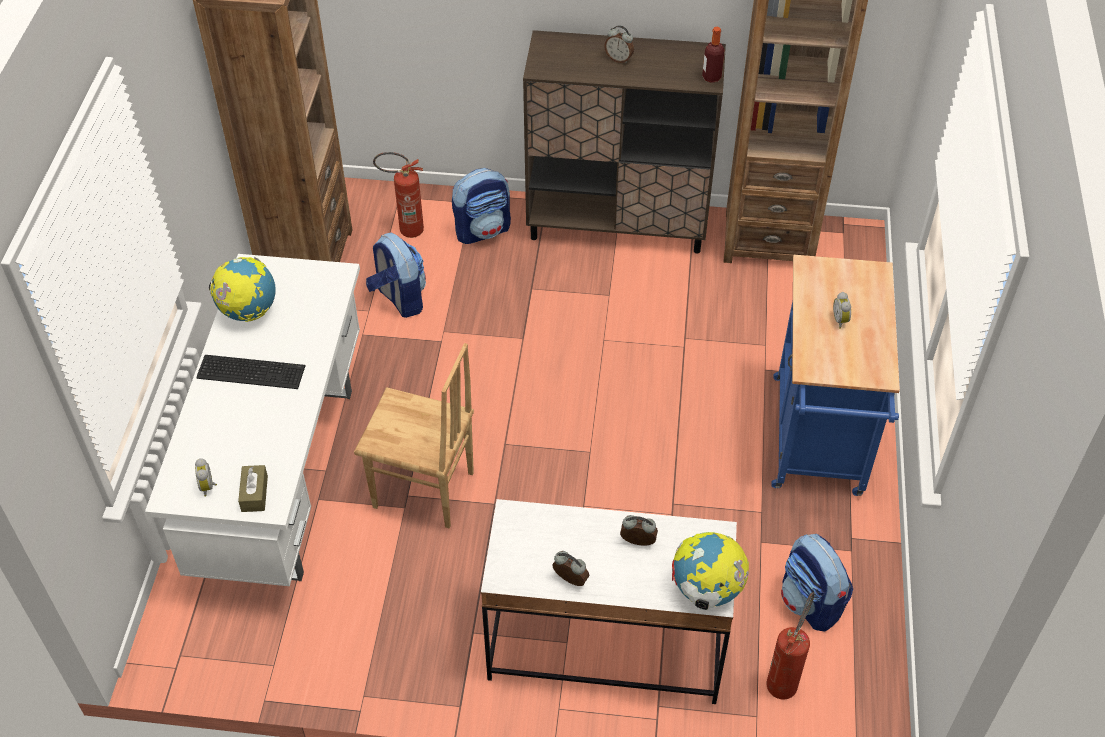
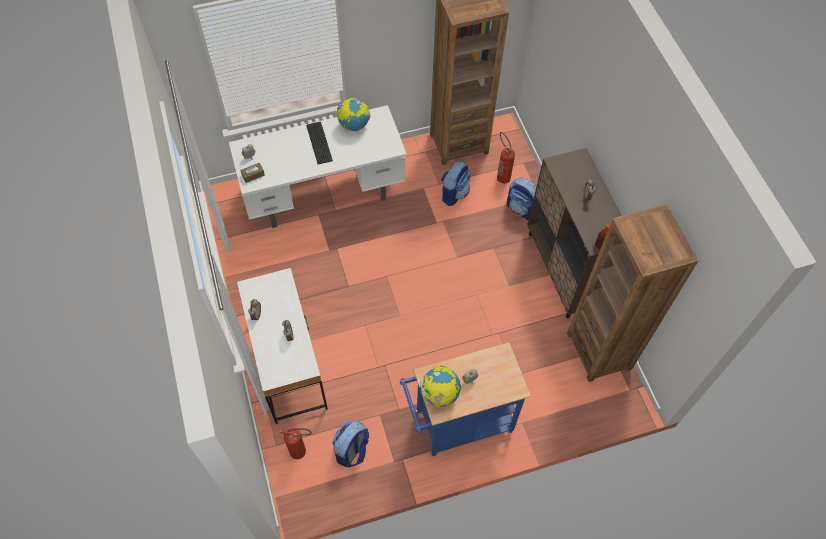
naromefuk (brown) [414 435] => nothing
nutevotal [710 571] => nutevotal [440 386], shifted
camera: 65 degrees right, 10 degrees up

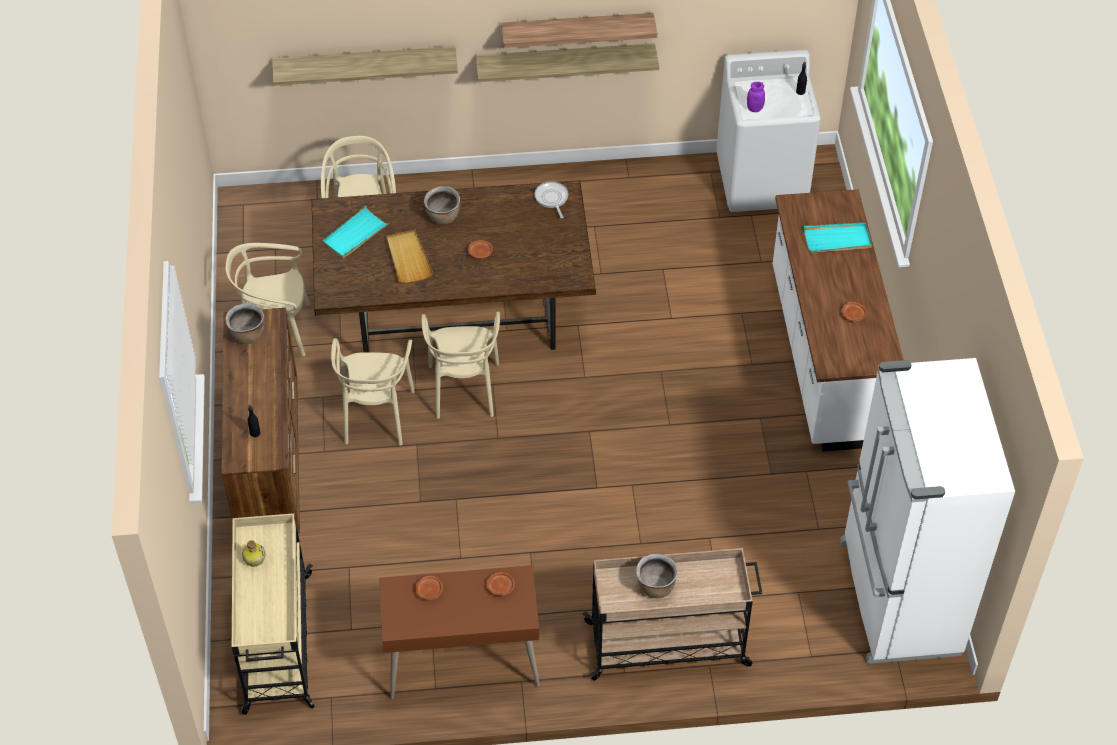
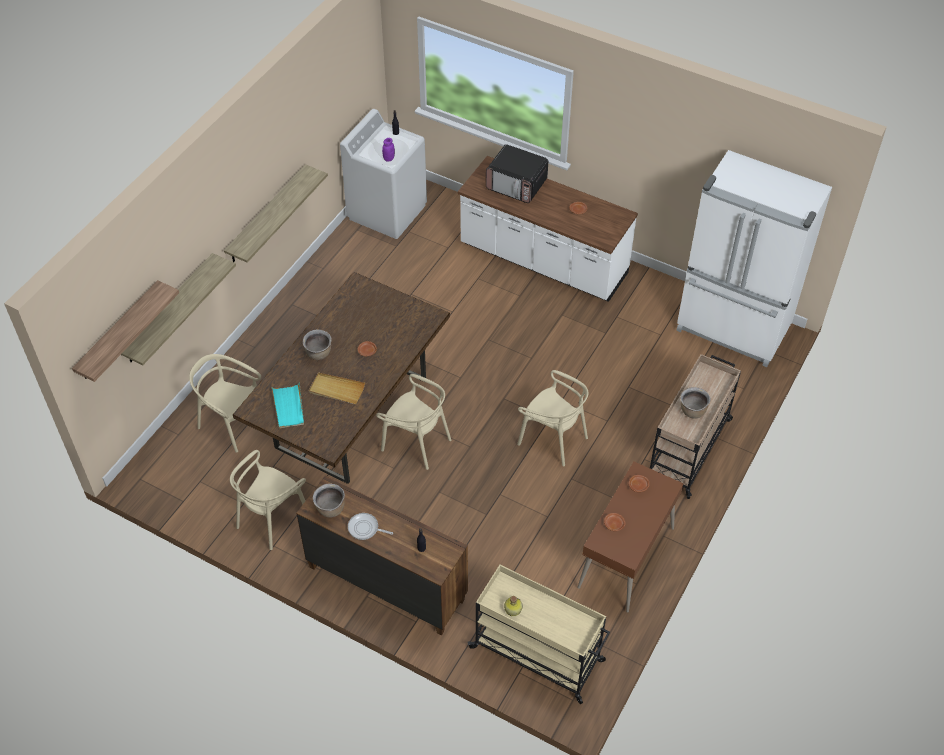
naromefuk (beige) [373 392] => naromefuk (beige) [552 418], shifted
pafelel [579 30] => pafelel [125 331], shifted
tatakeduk [551 200] => tatakeduk [370 526], shifted
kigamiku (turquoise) [838 237] => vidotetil [517 173]
camera: 55 degrees left, 0 degrees up

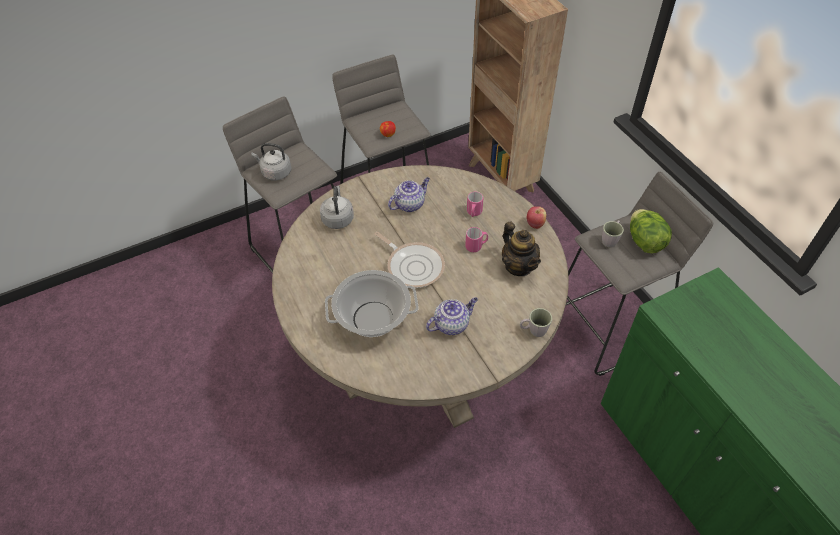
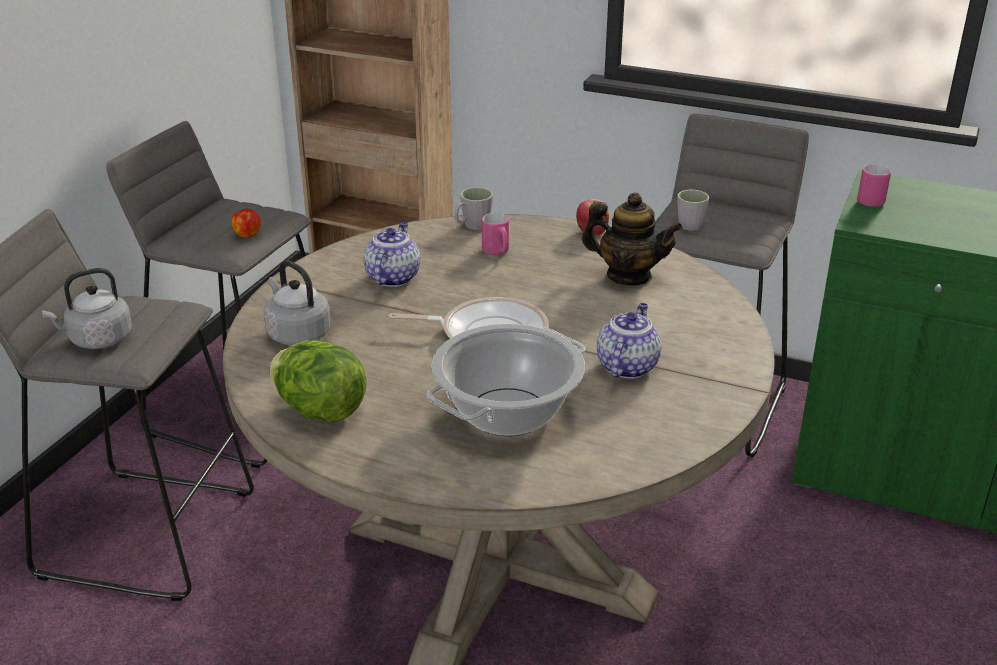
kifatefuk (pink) [476 239] => kifatefuk (pink) [874 186], shifted
kifatefuk (grey) [536 322] => kifatefuk (grey) [473 208], shifted
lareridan [651 231] => lareridan [318 381], shifted
camera: 40 degrees left, 20 degrees down

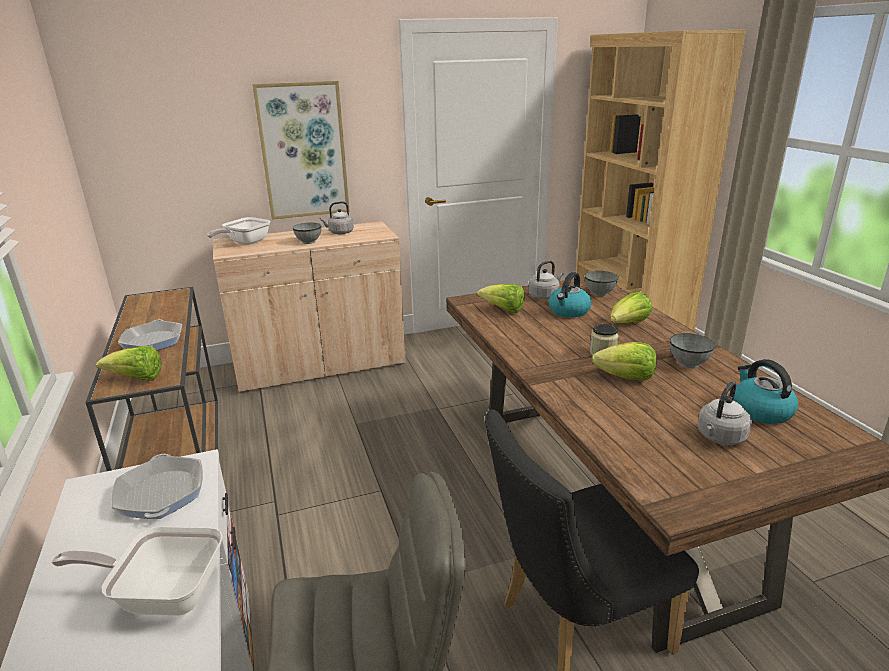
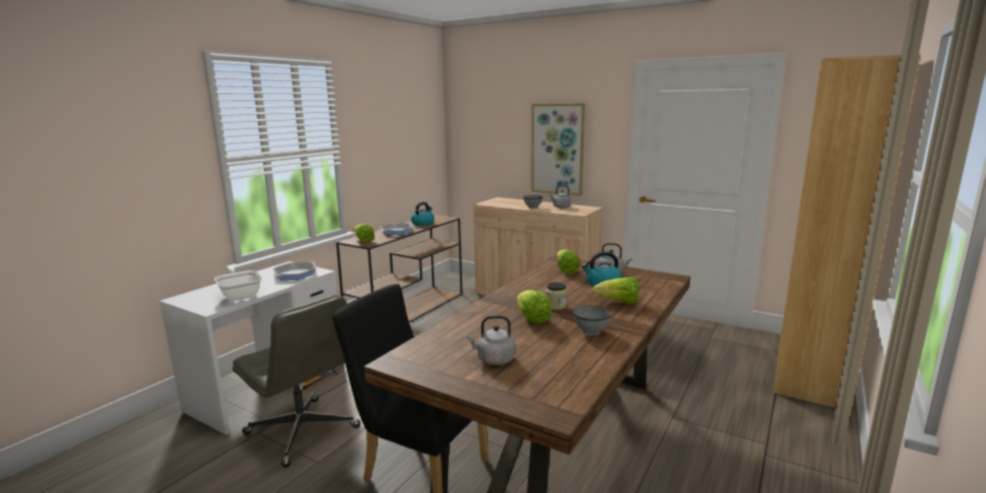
tatakeduk [238 231] => nothing
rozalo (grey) [601 283] => nothing
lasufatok [765 391] => lasufatok [422 214], shifted
camera: 50 degrees right, 10 degrees down

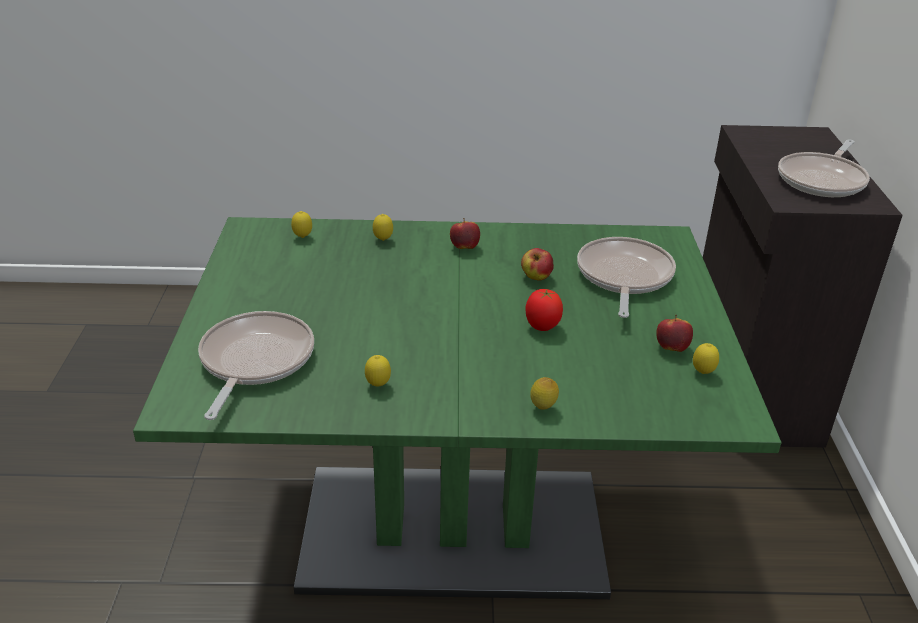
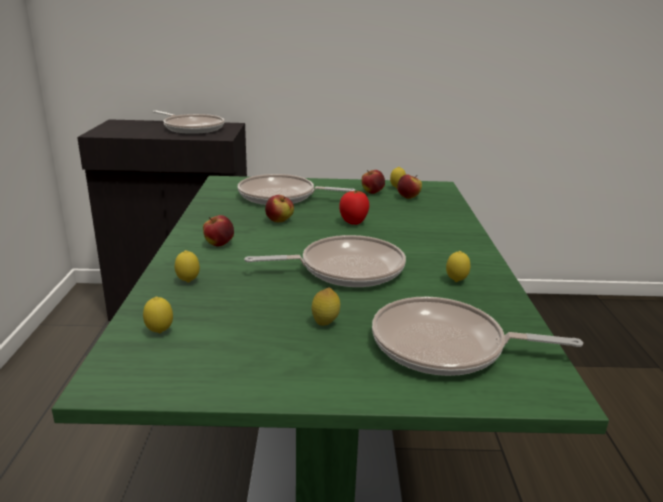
nothing => tatakeduk [325 261]
nothing => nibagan [409 186]
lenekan [544 393] => lenekan [326 306], shifted
camera: 90 degrees left, 10 degrees down

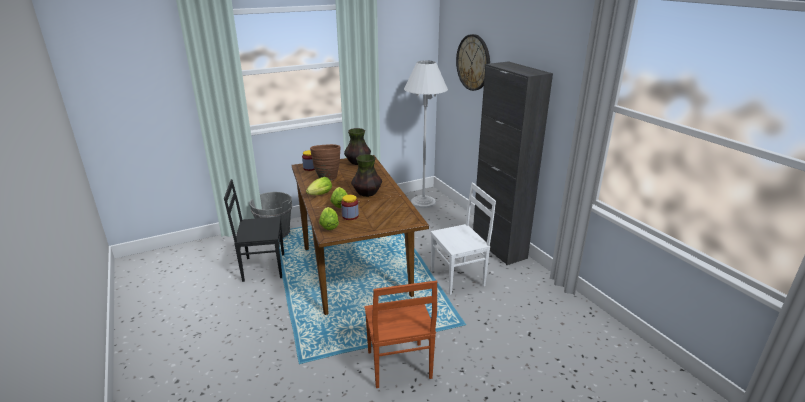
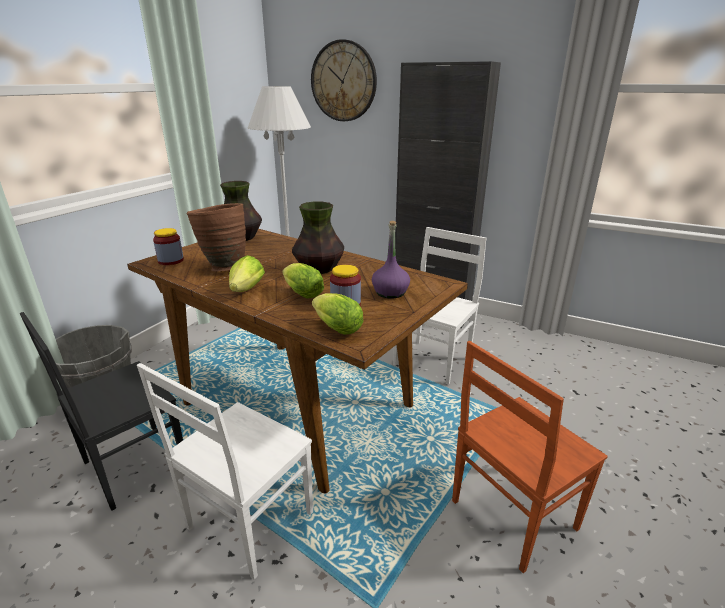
nothing => naromefuk (white) [225 471]
nothing => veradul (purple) [391 260]
naromefuk (brown) [400 334] => naromefuk (brown) [530 457], 105 degrees clockwise
camera: 35 degrees left, 0 degrees up

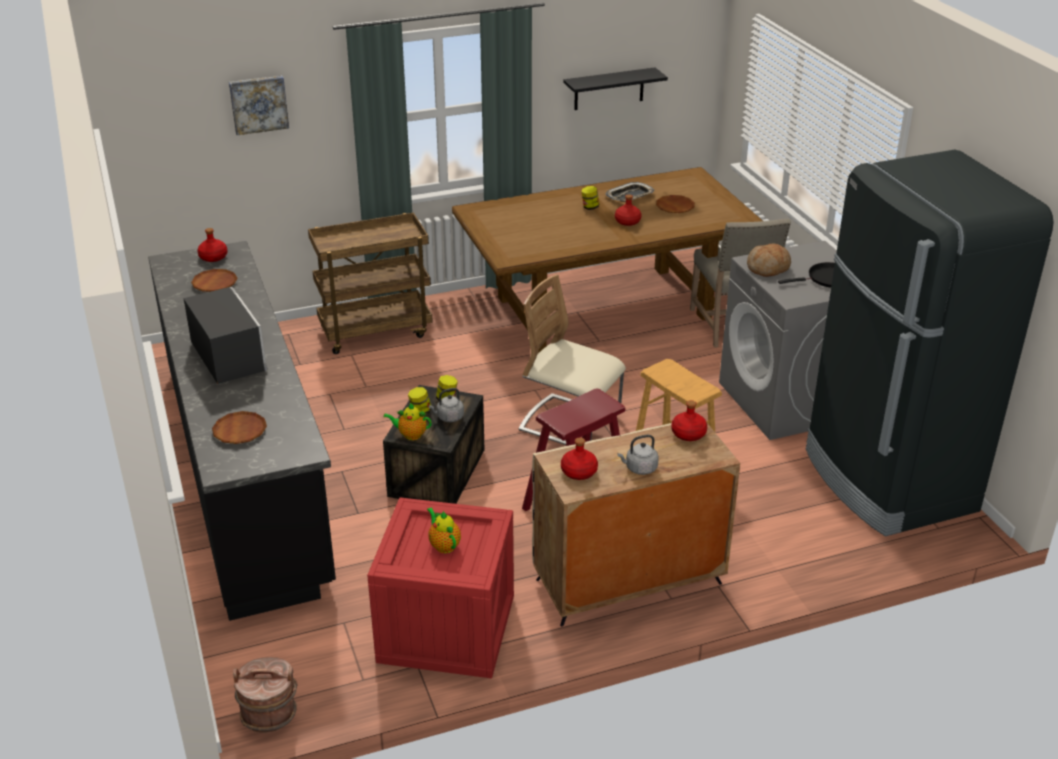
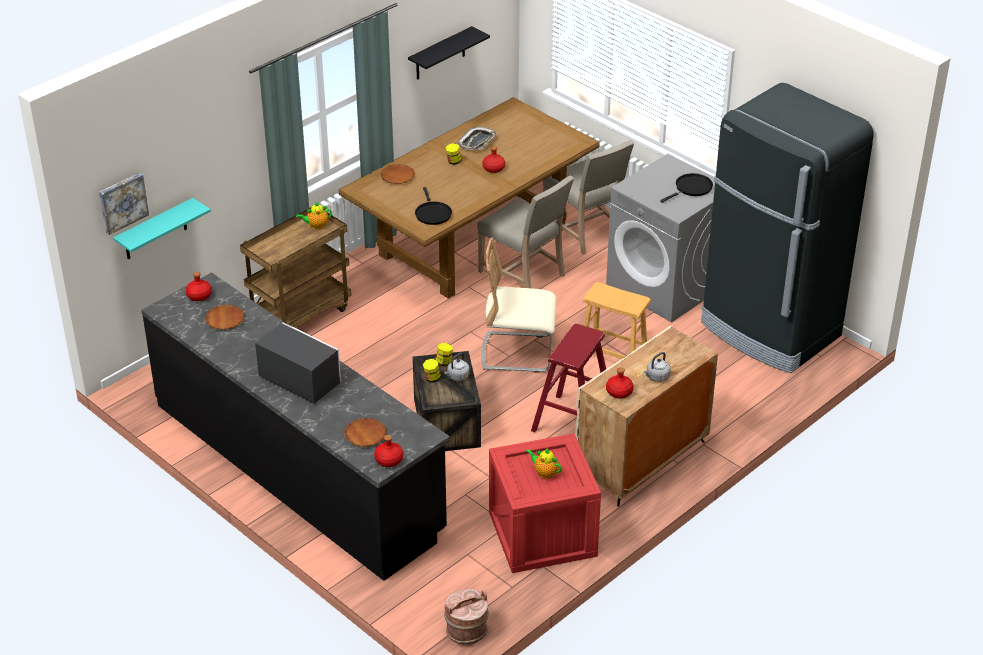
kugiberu [769 260] => nothing
nothing => pafelel (turquoise) [162 228]
nothing => tatakeduk (black) [433 206]
nothing => naromefuk (beige) [525 231]
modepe [259 105] => modepe [124 203], shifted
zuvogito [407 421] => zuvogito [314 215], shifted
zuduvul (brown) [675 204] => zuduvul (brown) [397 174], shifted
veradul (red) [689 420] => veradul (red) [388 451], shifted
camera: 25 degrees left, 5 degrees up

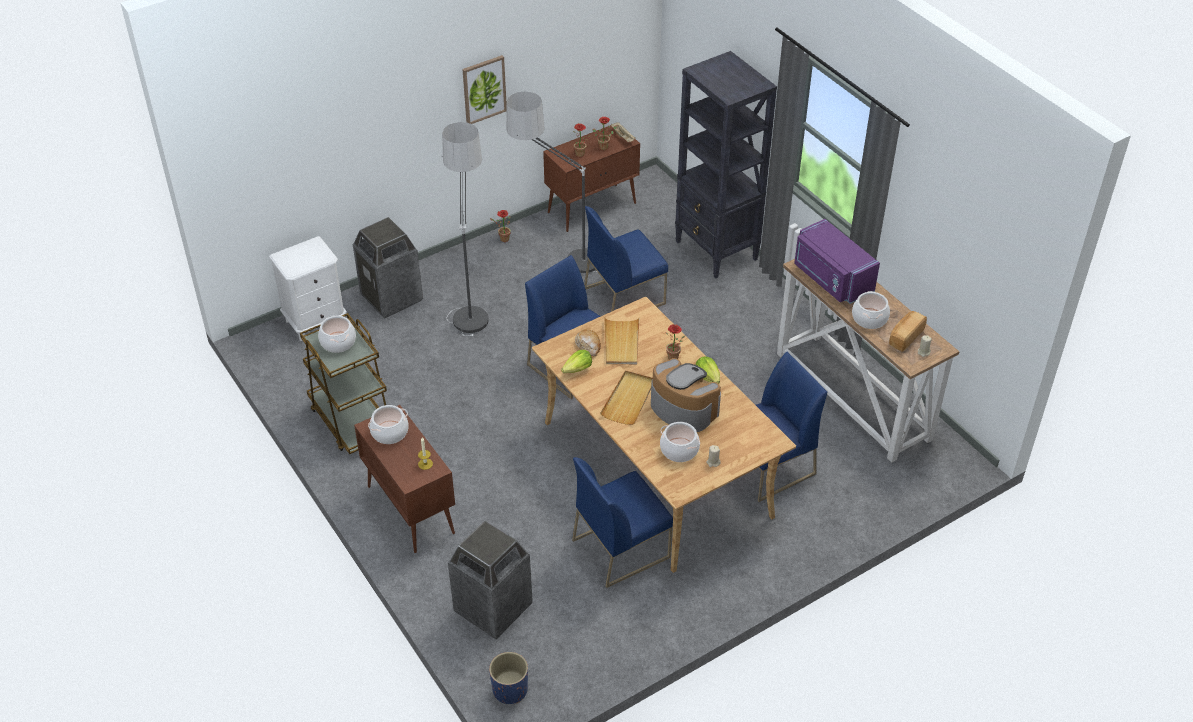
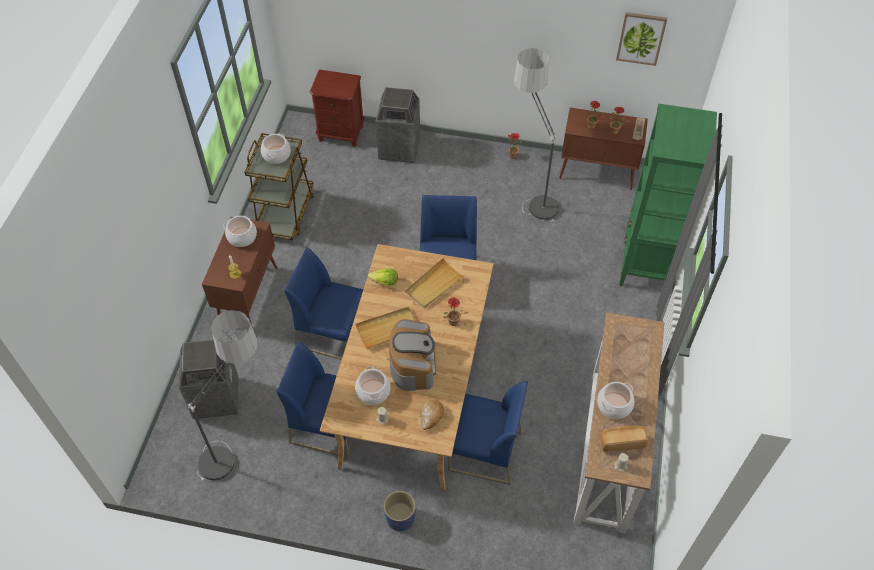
lareridan [708 370] => nothing
vidotetil (purple) [837 261] => nothing
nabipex [465 229] => nabipex [222 395], shifted
modepe [484 89] => modepe [641 39], shifted
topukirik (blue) [508 678] => topukirik (blue) [400 511], shifted
kugiberu [588 342] => kugiberu [432 415], shifted
naromefuk (blue) [626 259] => naromefuk (blue) [323 303], shifted
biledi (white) [308 288] => biledi (brown) [337 108]
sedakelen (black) [726 165] => sedakelen (green) [668 194]
camera: 45 degrees right, 10 degrees up

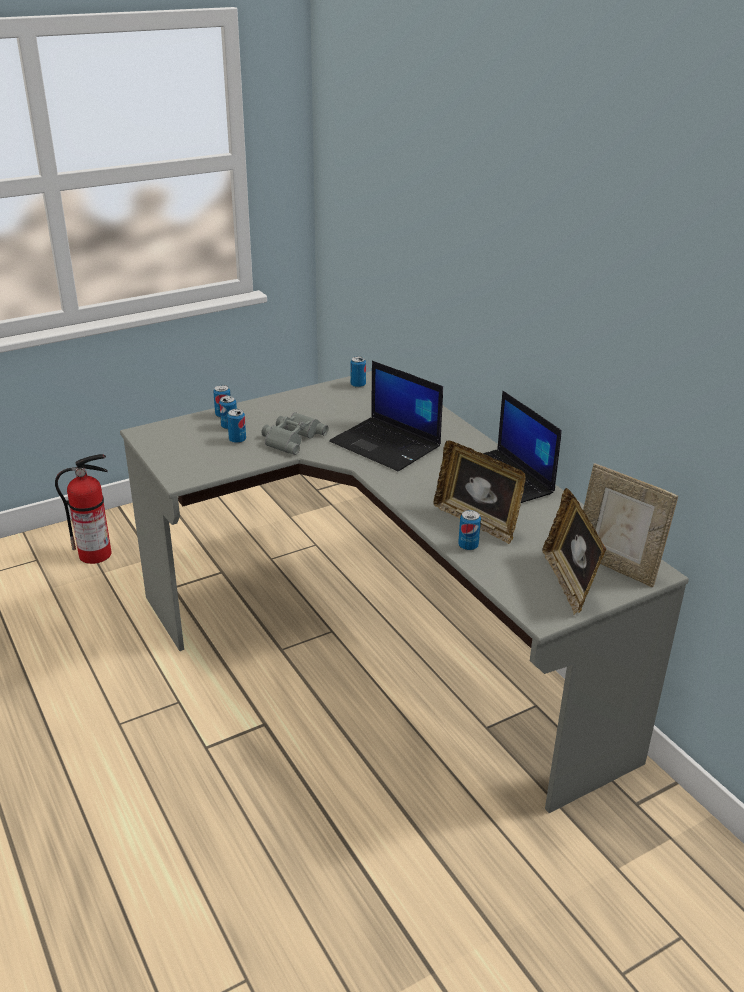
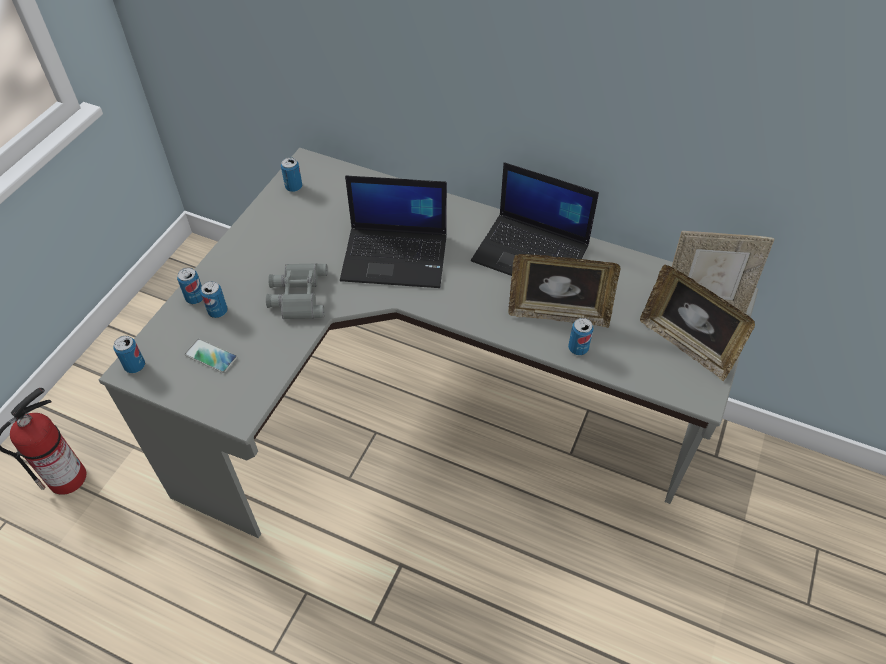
nothing => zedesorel [211 356]
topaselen [236 426] => topaselen [129 354], shifted
camera: 35 degrees left, 20 degrees up

